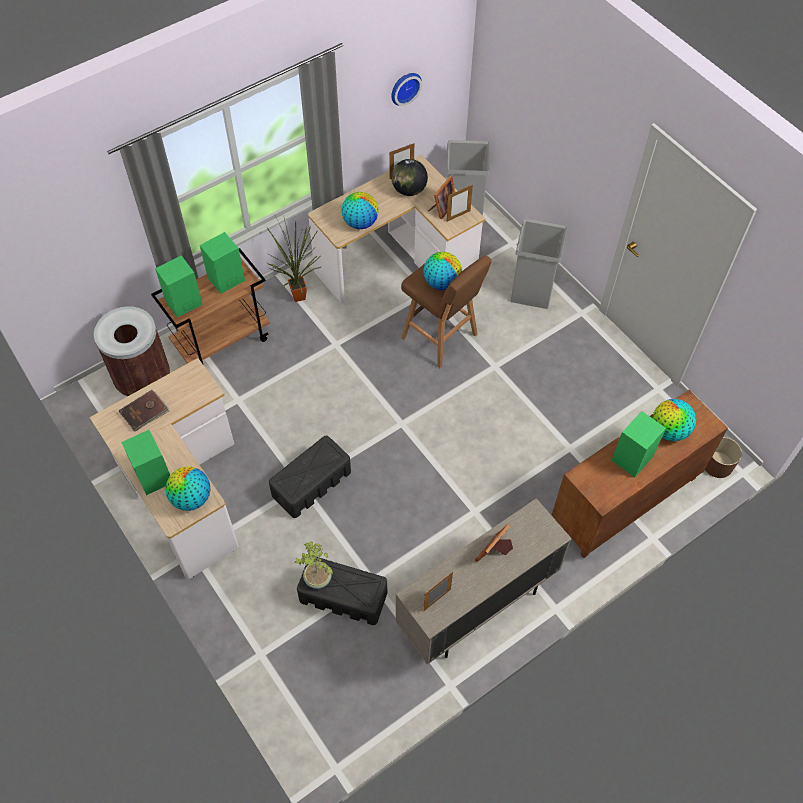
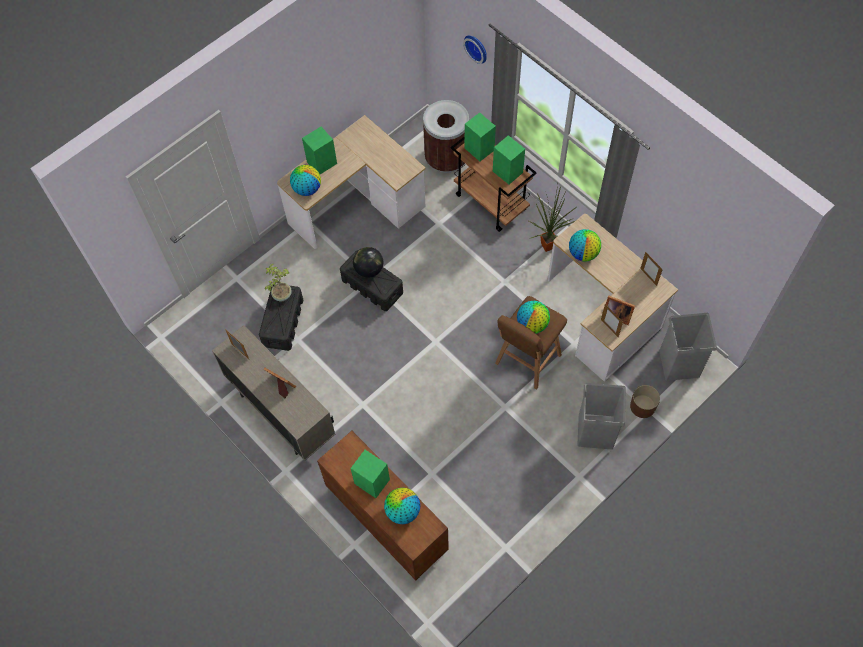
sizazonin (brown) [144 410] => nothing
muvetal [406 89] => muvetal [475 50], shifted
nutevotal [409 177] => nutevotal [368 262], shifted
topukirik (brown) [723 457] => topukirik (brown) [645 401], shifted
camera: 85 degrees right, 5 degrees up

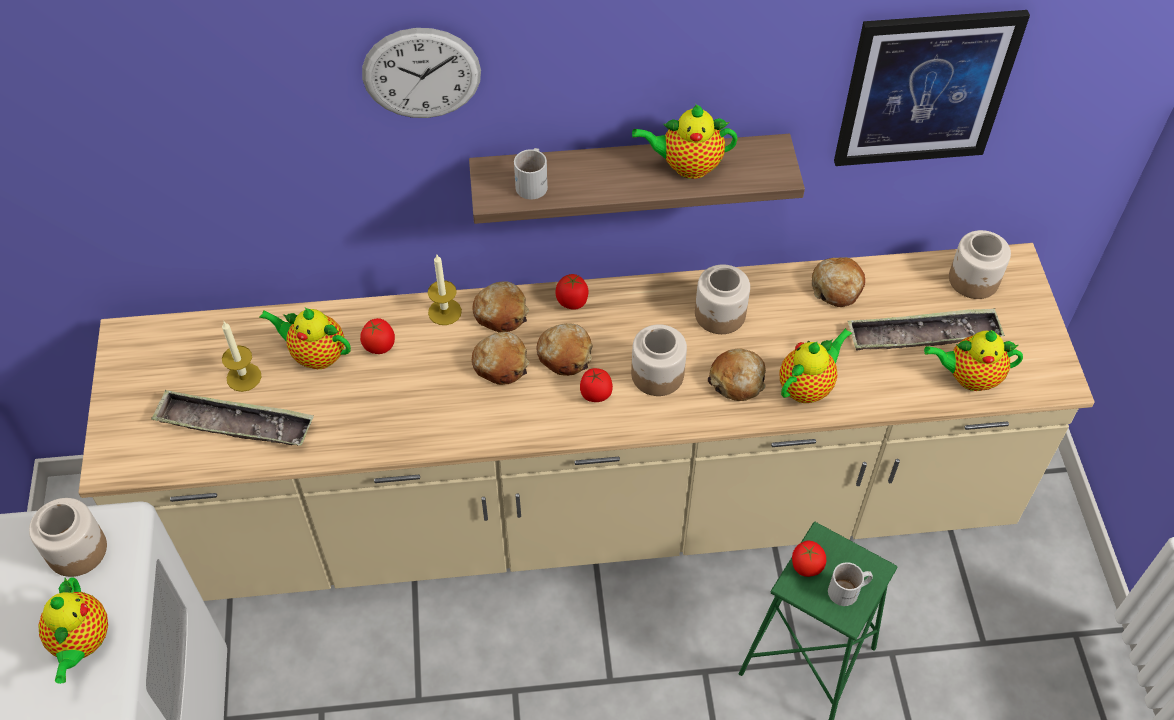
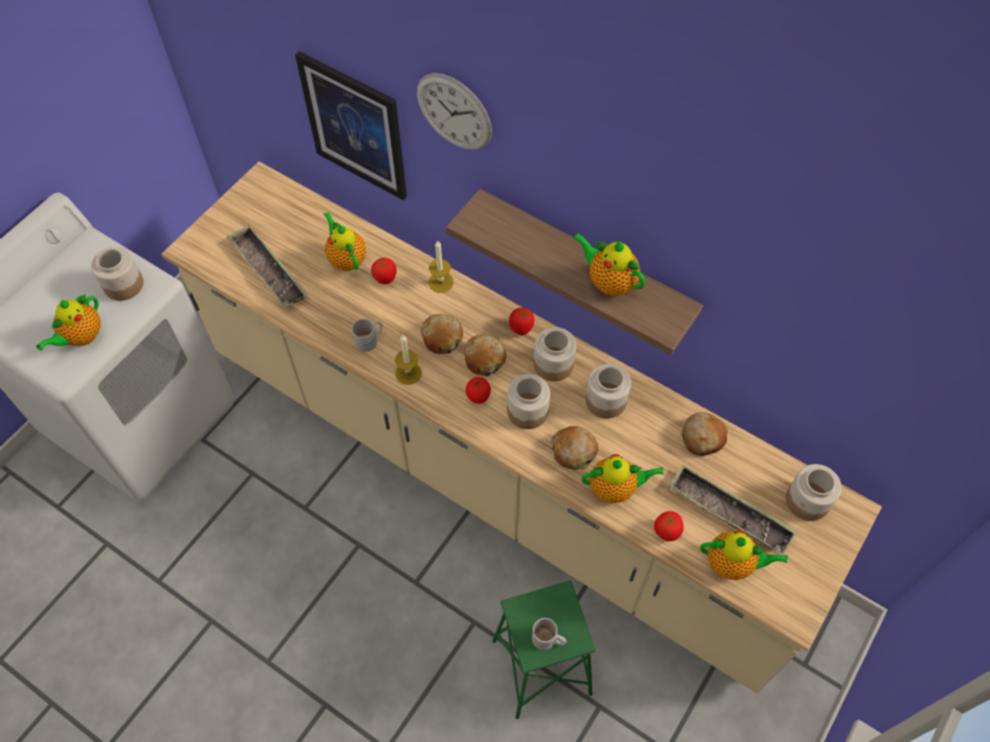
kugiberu [500 306] => nothing
nothing => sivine [555 354]
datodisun [241 357] => datodisun [408 360], shifted
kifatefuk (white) [531 174] => kifatefuk (white) [367 335], shifted
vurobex [809 558] => vurobex [669 526], shifted
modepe [932 88] => modepe [351 125], shifted
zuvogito [973 360] => zuvogito [744 555], 150 degrees clockwise
camera: 40 degrees right, 5 degrees up

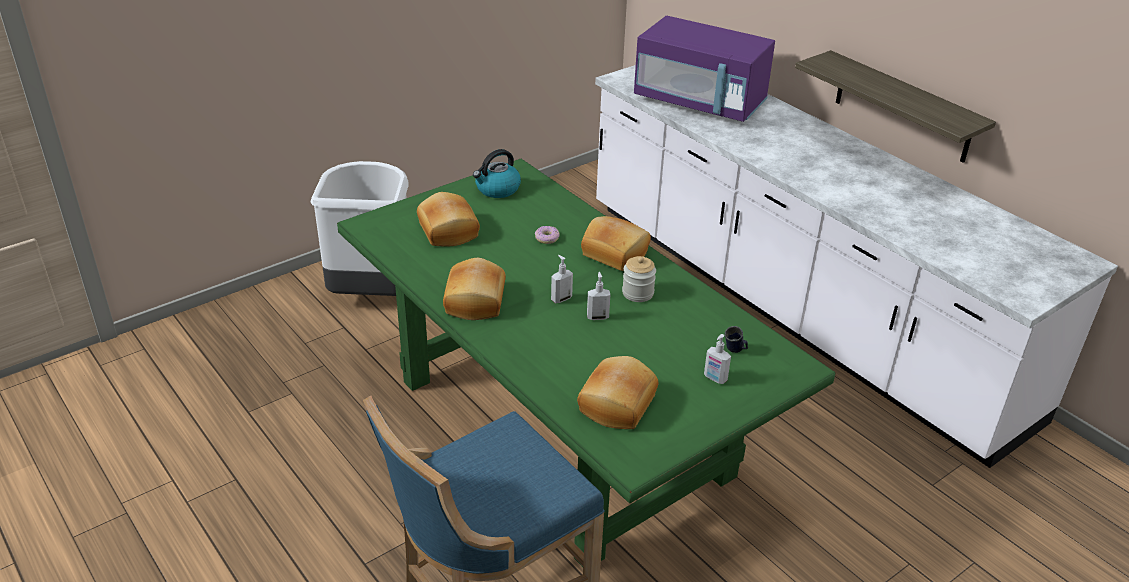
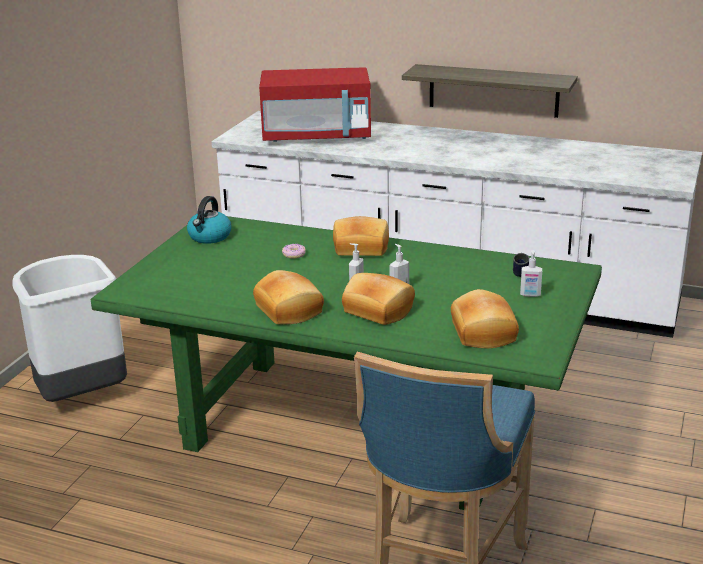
sivine [639 279] => nothing
kugiberu [448 219] => kugiberu [378 299], shifted
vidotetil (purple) [704 69] => vidotetil (red) [315 105]
camera: 30 degrees left, 10 degrees down

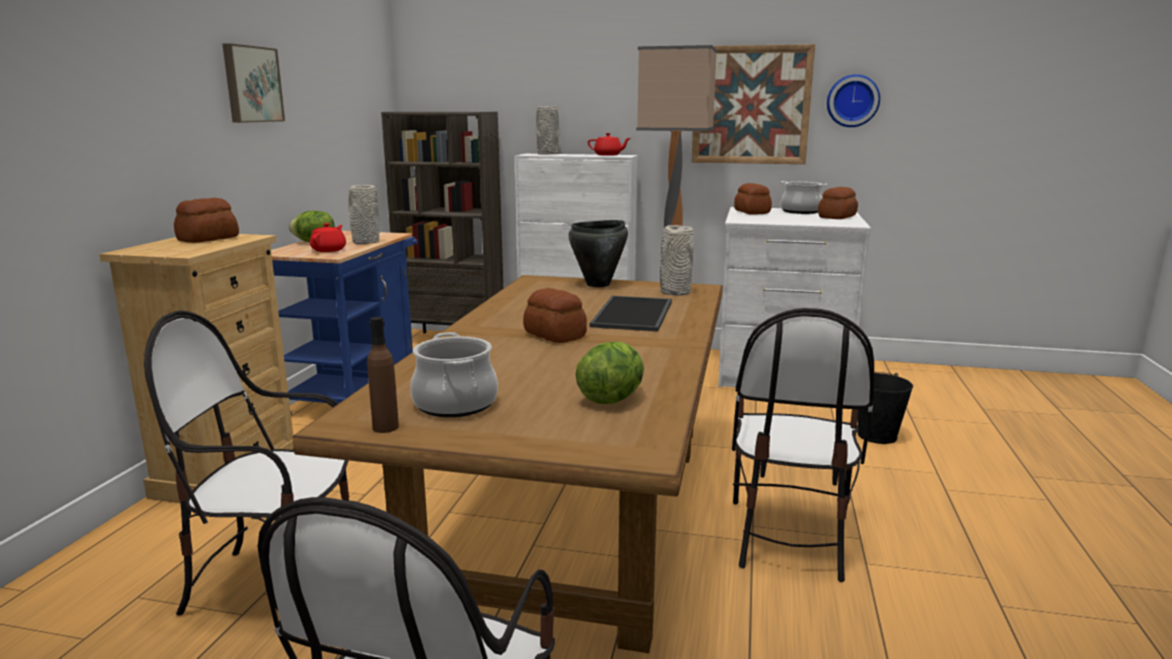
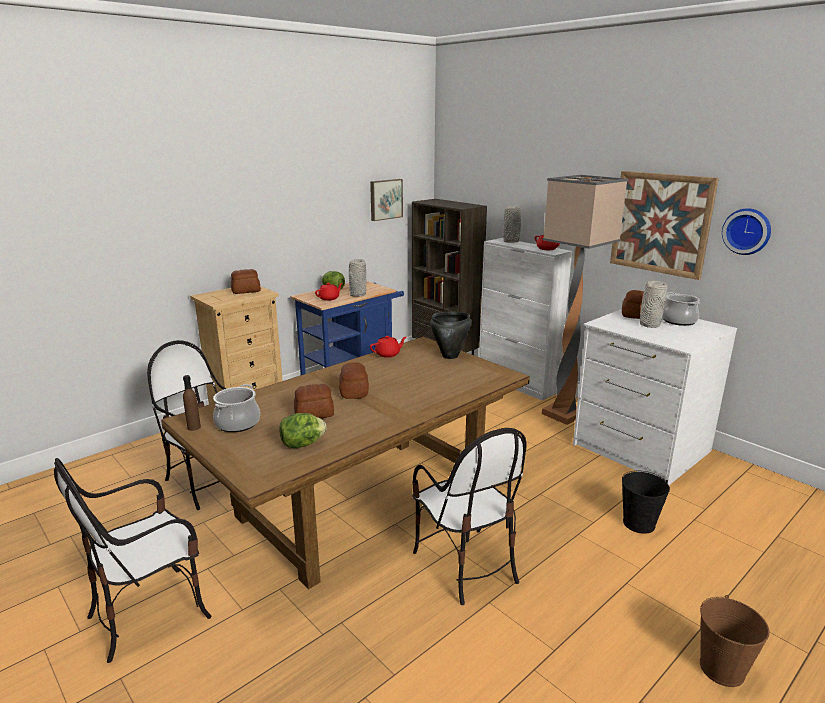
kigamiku [631 314] => nothing
nothing => zuvogito (red) [388 347]
nothing => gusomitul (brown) [735 641]
modepe [253 83] => modepe [386 200], shifted
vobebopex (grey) [677 260] => vobebopex (grey) [654 304], shifted
kugiberu [838 203] => kugiberu [314 401], shifted
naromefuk [803 445] => naromefuk [469 516], 75 degrees counterclockwise
camera: 35 degrees right, 5 degrees up

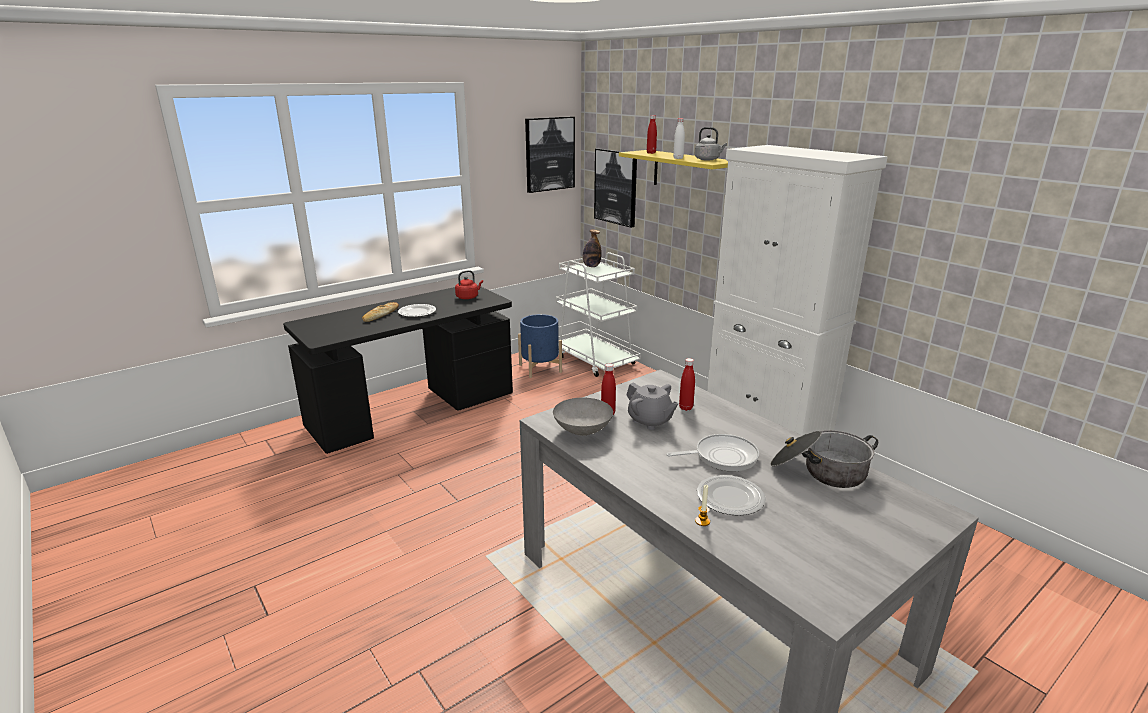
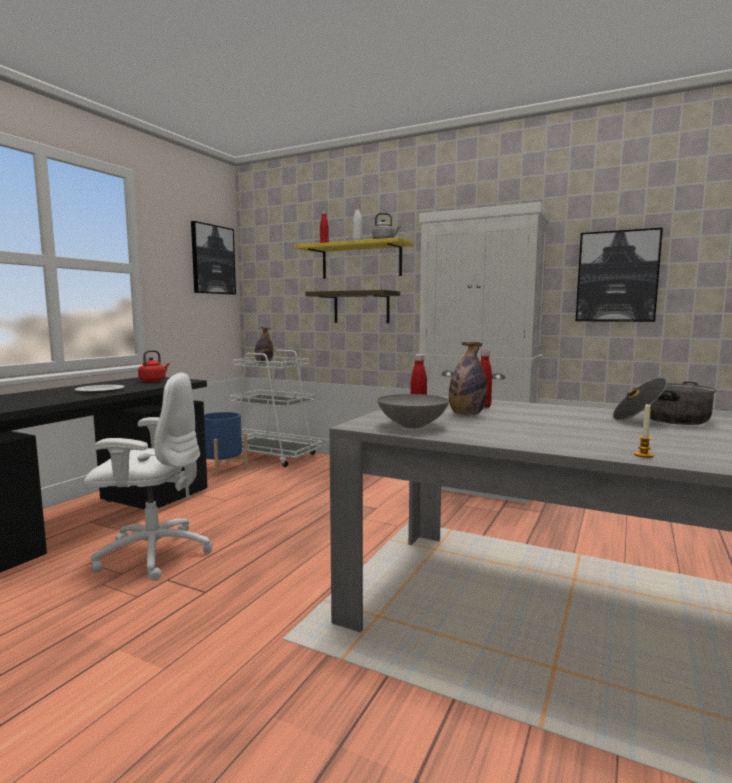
kugiberu [380 312] => nothing
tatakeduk [712 453] => nothing
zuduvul [731 495] => nothing
nothing => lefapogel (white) [148 476]
nothing => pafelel [352 306]
modepe [615 188] => modepe [619 275], shifted
zuvogito (grey) [652 406] => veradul [468 379]
camera: 25 degrees left, 15 degrees down

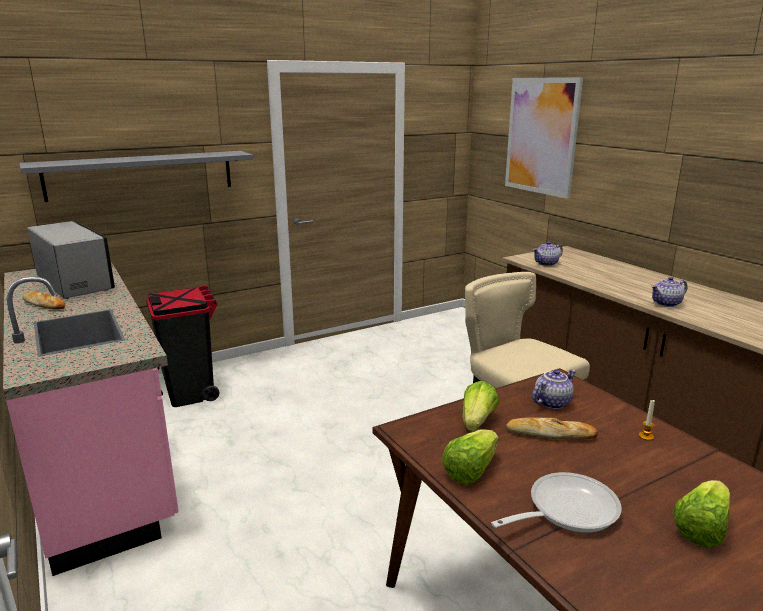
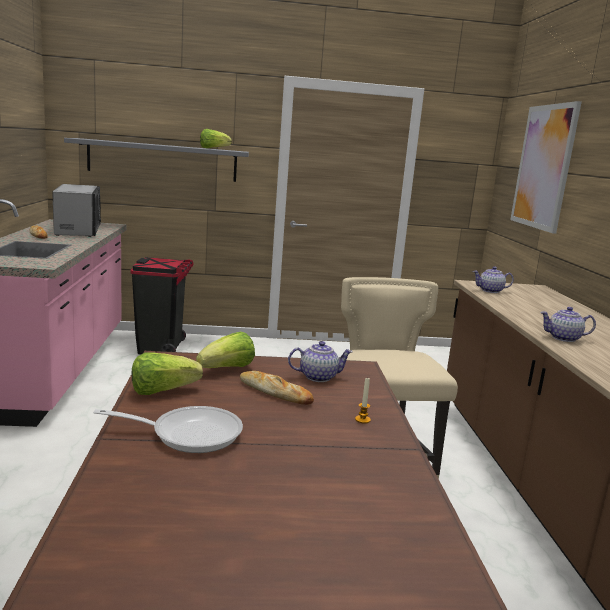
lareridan [701 514] => lareridan [216 138], shifted
camera: 25 degrees right, 5 degrees down

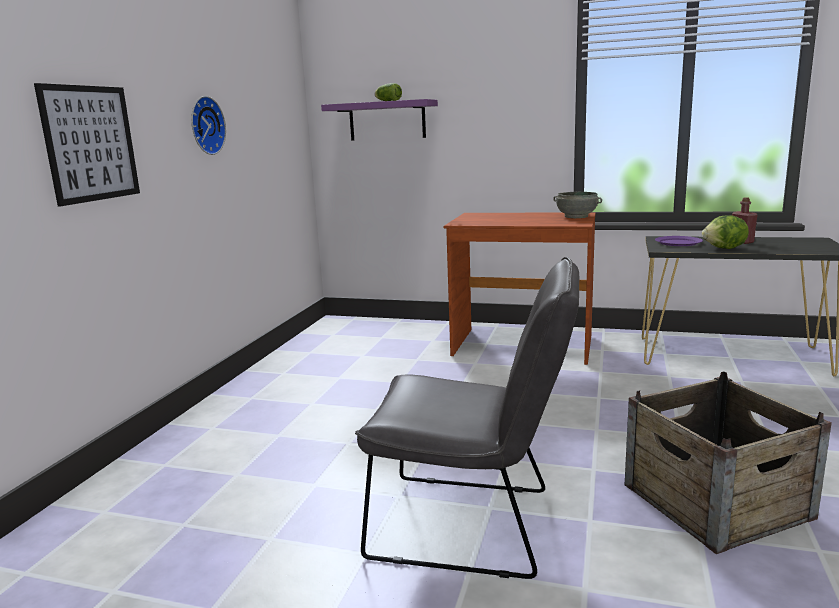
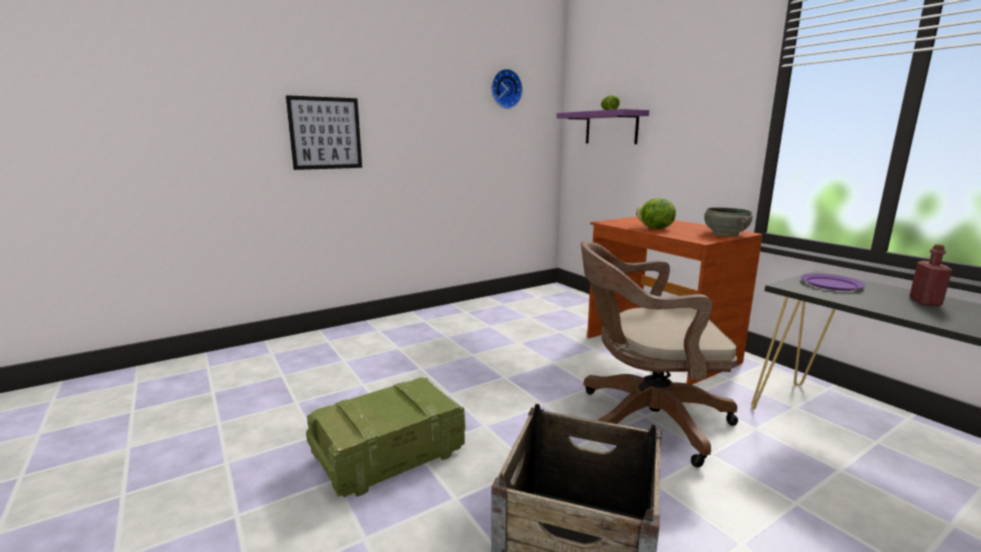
nothing => lefapogel (brown) [659 354]
muvetal [208 125] => muvetal [507 89], shifted
lareridan [725 232] => lareridan [656 213], shifted
naromefuk (grey) [467 418] => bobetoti [385 437]
camera: 40 degrees right, 0 degrees up

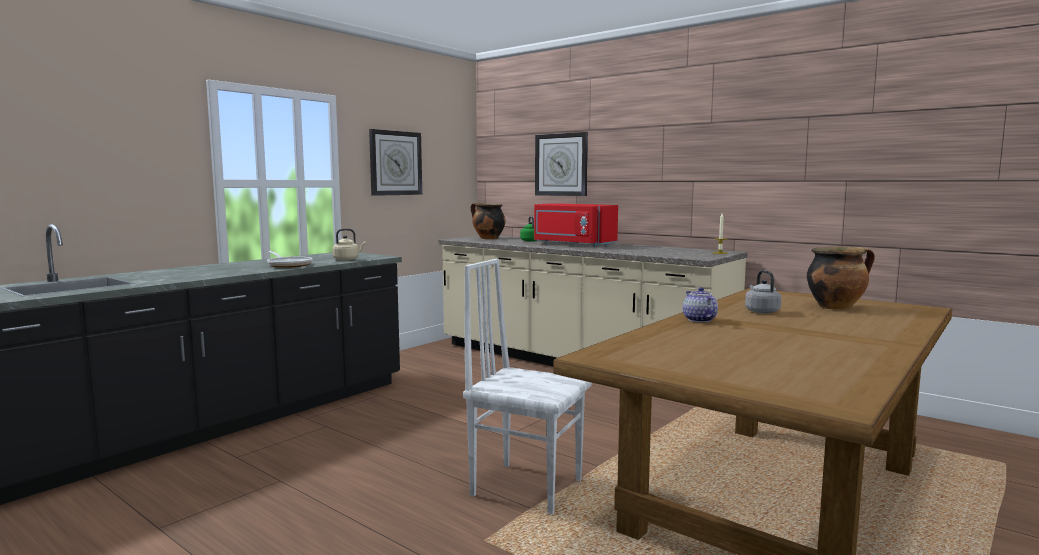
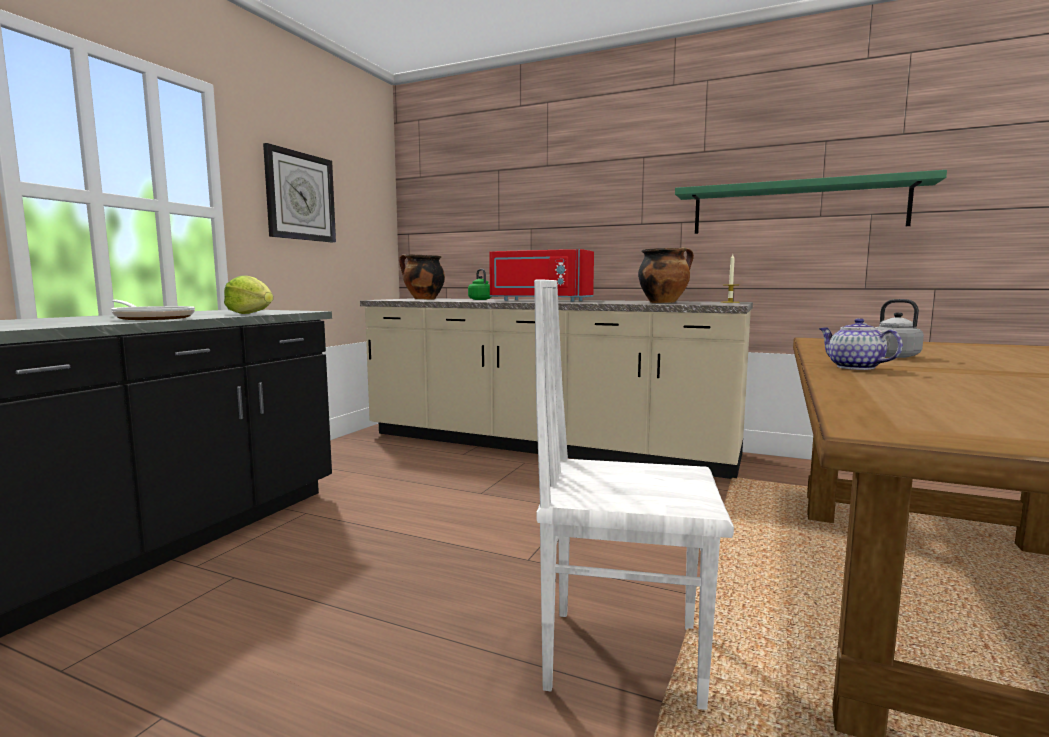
muvetal [561 164] => nothing
nothing => pafelel (green) [811 202]
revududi [841 278] => revududi [666 275], shifted
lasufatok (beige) [349 244] => lareridan [248 294]
camera: 15 degrees left, 0 degrees up

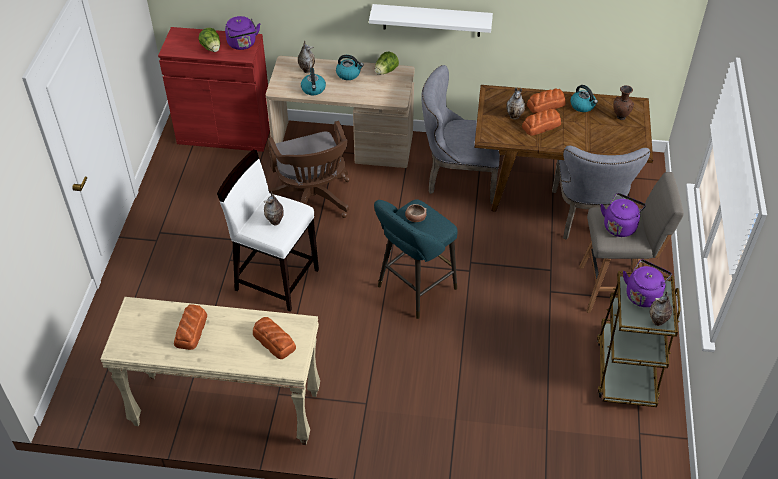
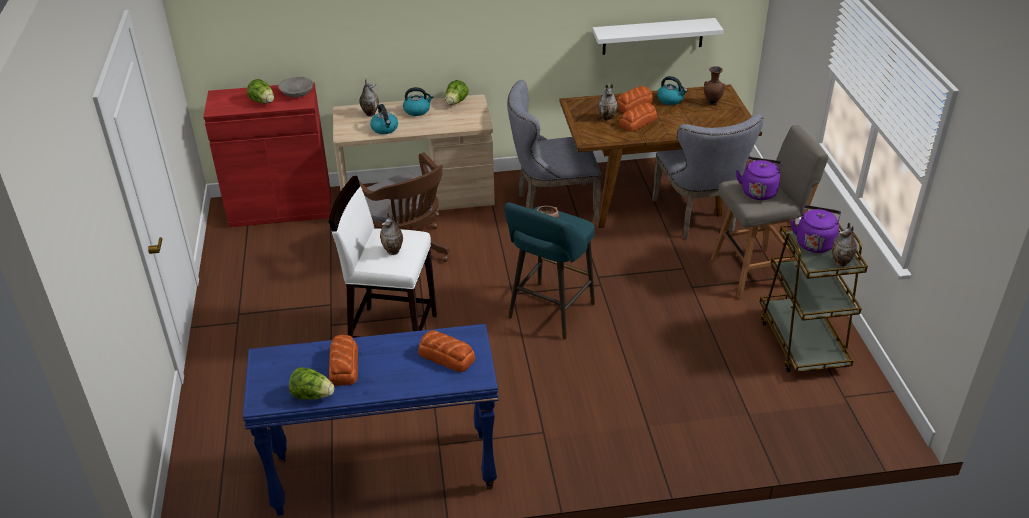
nothing => lareridan [311 383]
pafelel (white) [431 20] => pafelel (white) [658 36], shifted
lasufatok (purple) [242 33] => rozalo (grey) [295 87]
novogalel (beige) [210 371] => novogalel (blue) [370 420]
camera: 15 degrees left, 10 degrees down

